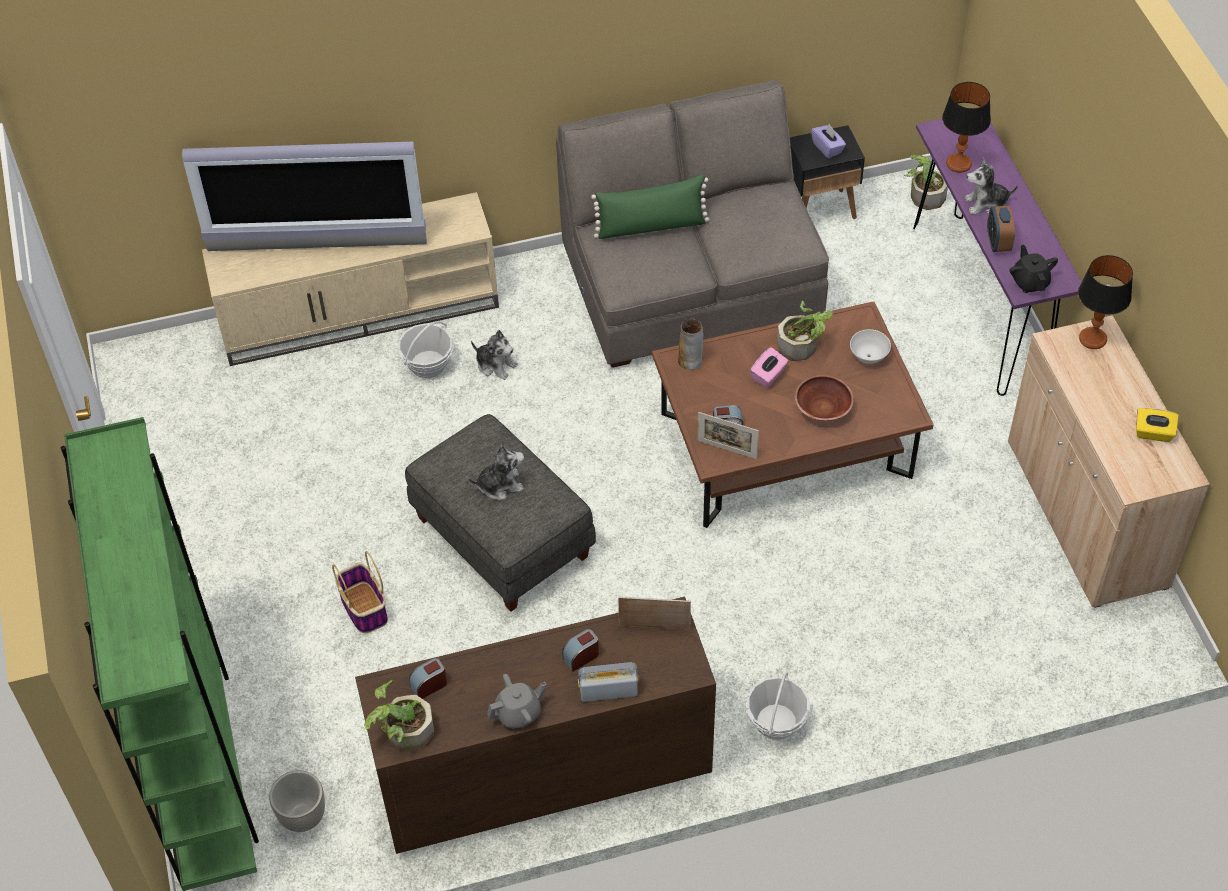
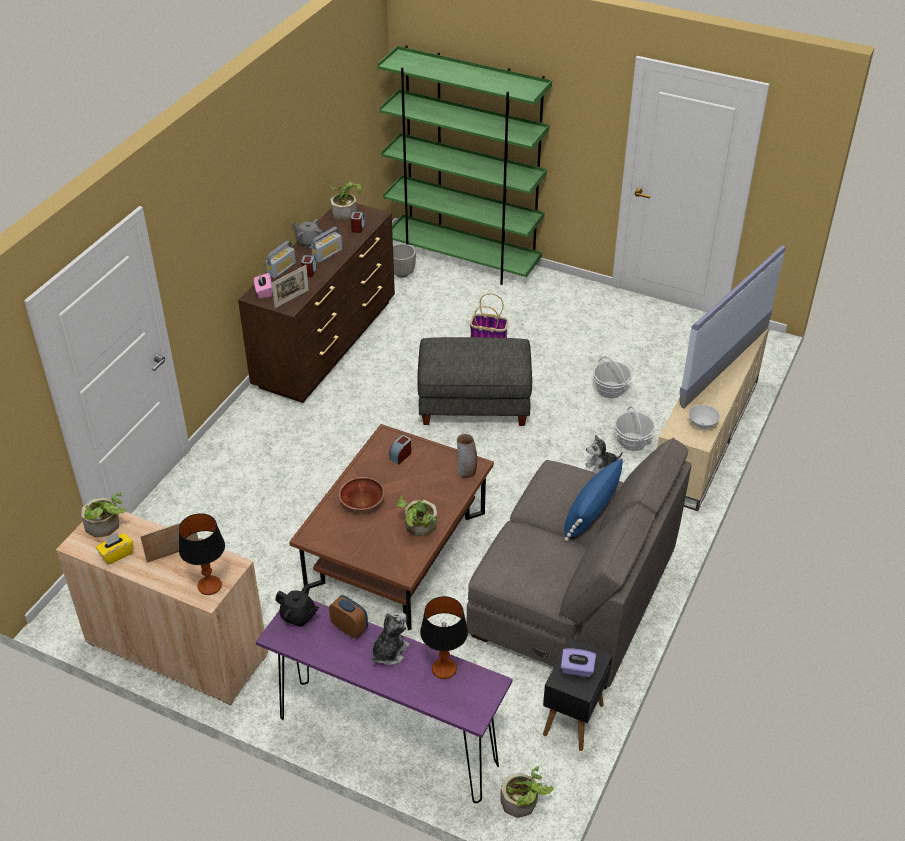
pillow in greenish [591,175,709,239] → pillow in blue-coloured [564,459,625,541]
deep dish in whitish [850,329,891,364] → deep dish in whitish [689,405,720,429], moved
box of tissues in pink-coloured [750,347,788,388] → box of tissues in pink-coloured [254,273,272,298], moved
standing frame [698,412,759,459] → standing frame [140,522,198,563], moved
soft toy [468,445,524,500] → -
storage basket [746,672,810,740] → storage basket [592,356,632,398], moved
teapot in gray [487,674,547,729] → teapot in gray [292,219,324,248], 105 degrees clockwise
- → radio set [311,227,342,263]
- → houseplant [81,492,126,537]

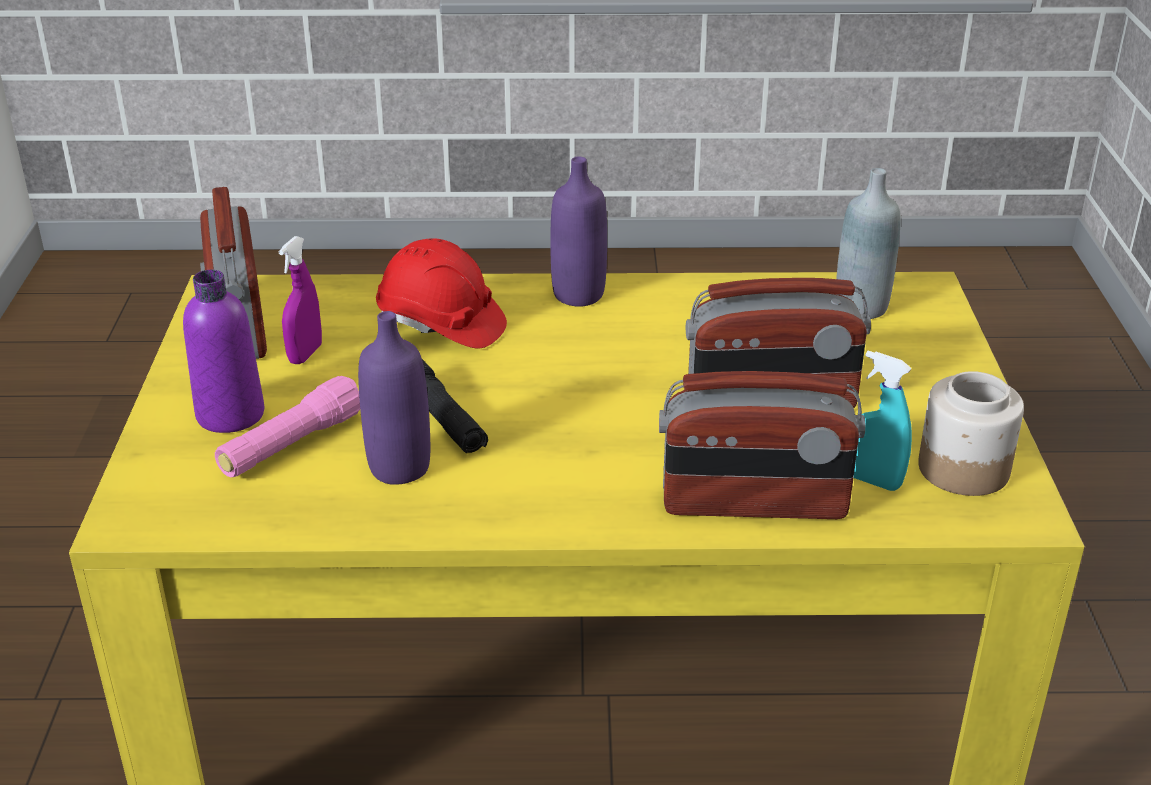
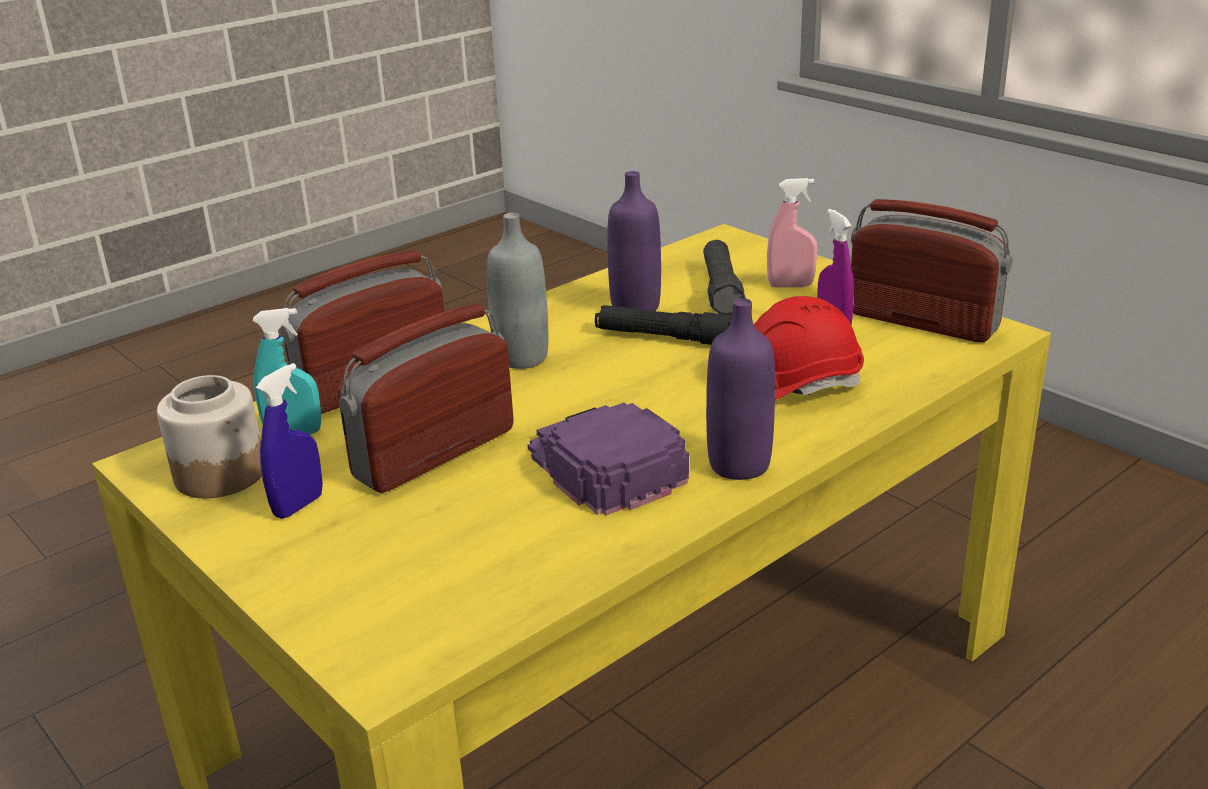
beverage bottle in gray [836,168,901,319] → beverage bottle in gray [487,213,548,369], moved
beverage bottle in purple-coloured [183,270,265,433] → spray bottle in pink-coloured [767,178,818,287]
flashlight in pink-coloured [215,376,360,478] → flashlight in black-coloured [703,240,746,315]
- → spray bottle in blue-coloured [256,363,323,519]
- → baseball cap in purple-coloured [528,403,689,515]

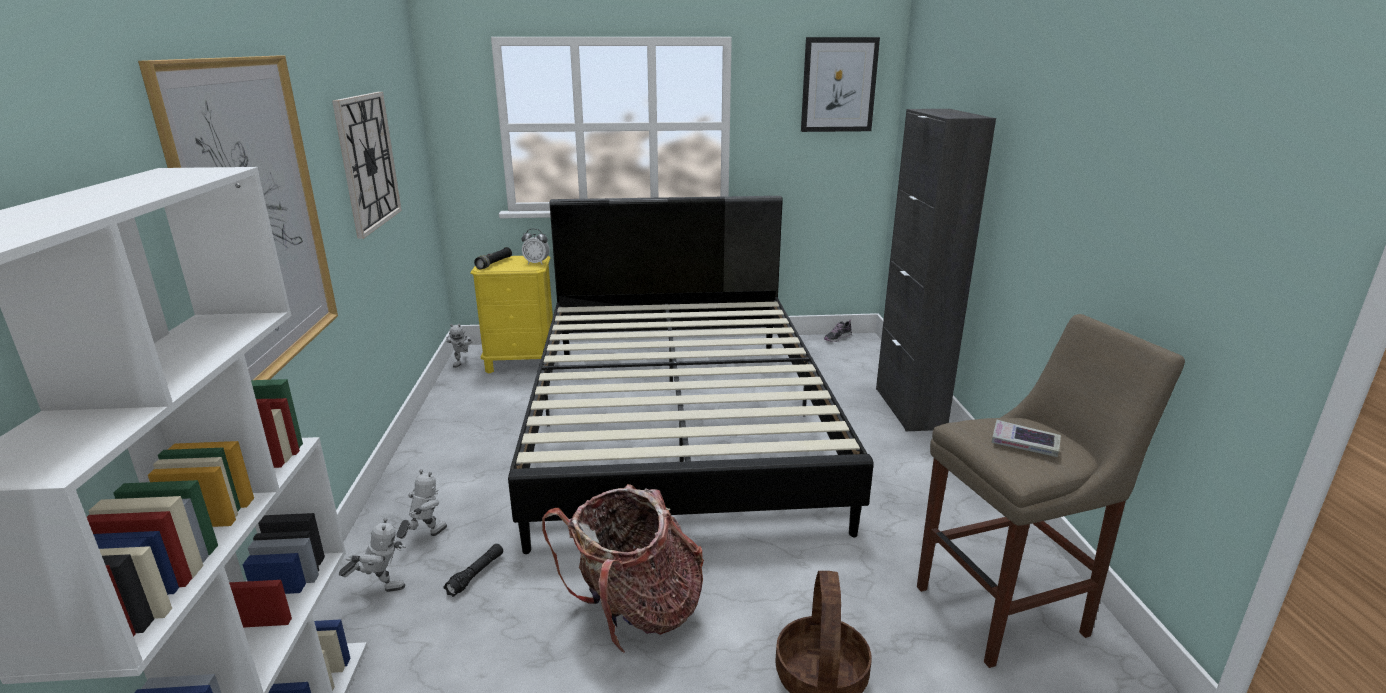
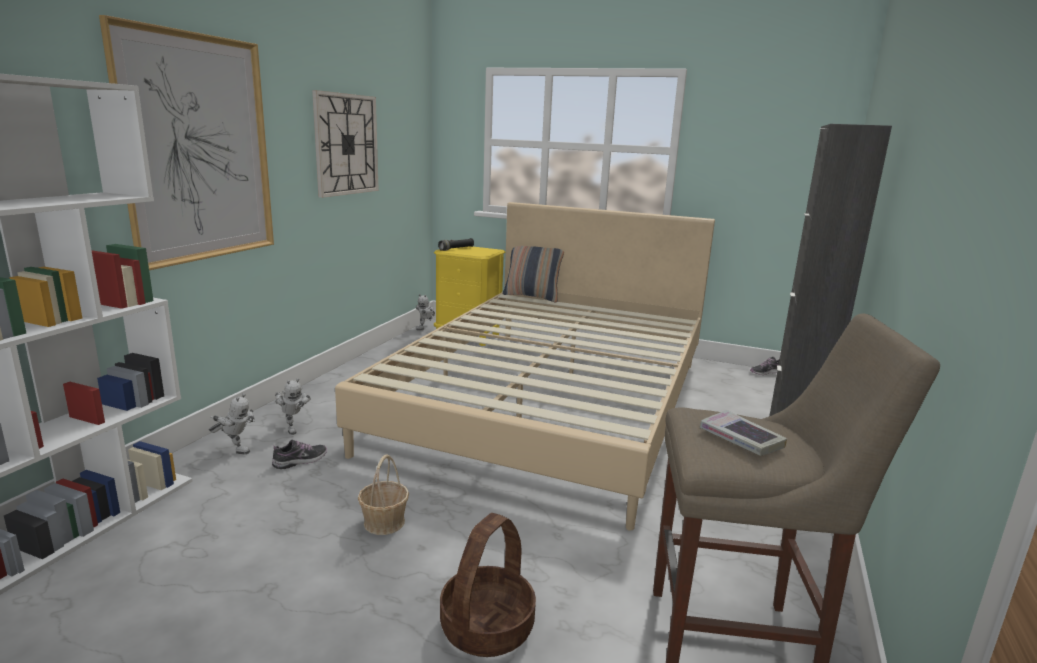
picture [801,37,880,132] → -
sleeping bed in black-coloured [508,196,874,554] → sleeping bed in beige-coloured [335,202,715,531]
table clock [522,229,550,265] → -
robot figure [397,469,447,539] → robot figure [275,378,311,435], 90 degrees clockwise
rucksack [542,484,704,653] → storage basket [358,454,409,535]
flashlight in black-coloured [443,544,503,597] → low shoe [272,440,327,469]
- → pillow [503,246,564,302]

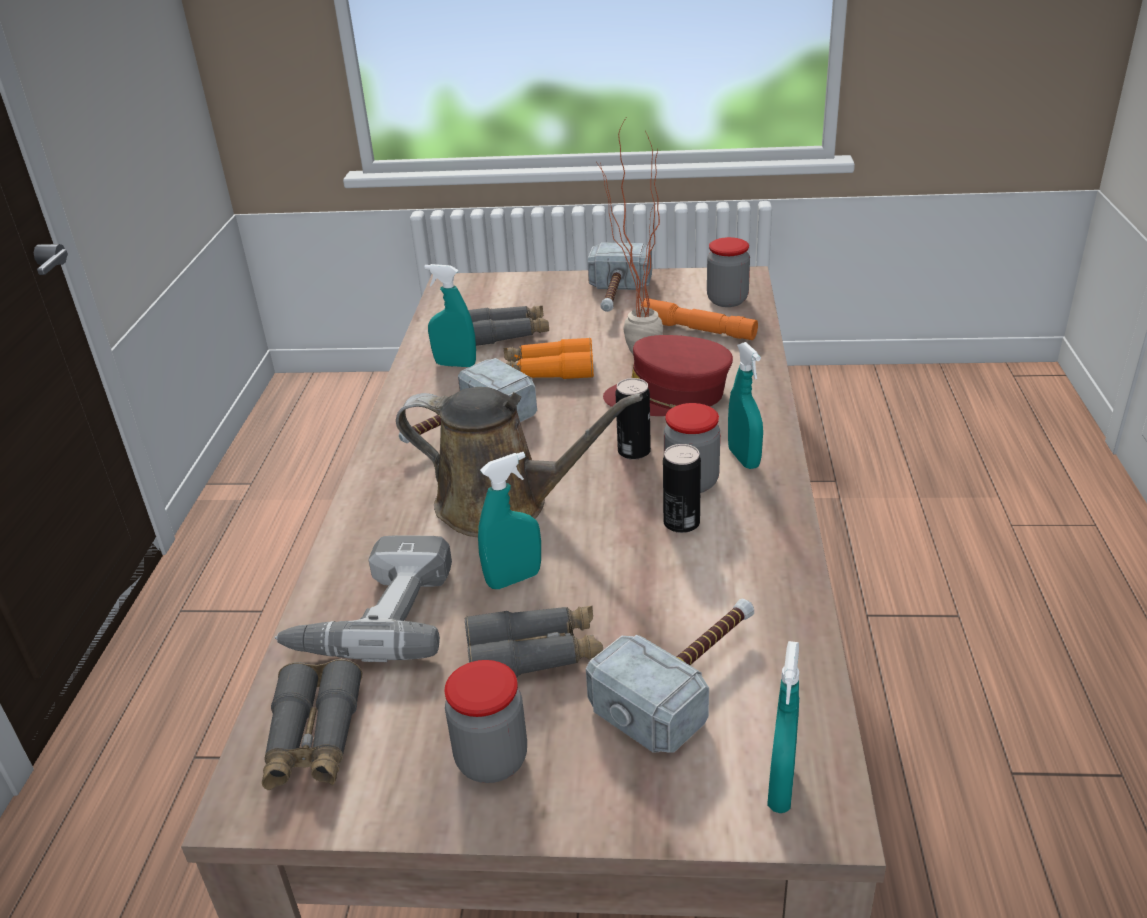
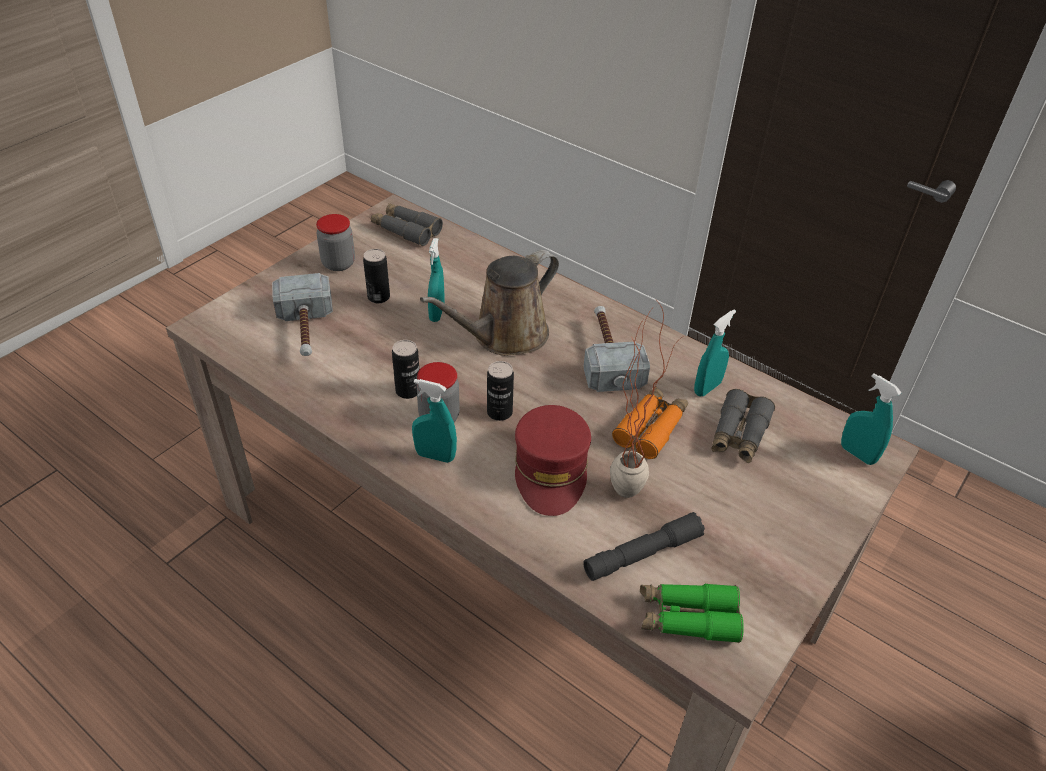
storage jar [707,237,750,307] → pair of binoculars in greenish [640,583,744,643]
hand hammer [588,242,652,312] → -
flashlight in orange [641,298,758,340] → flashlight in gray [583,512,705,581]
baseball cap in reddish [603,335,733,416] → baseball cap in reddish [515,405,591,516], 150 degrees clockwise
electric drill [275,535,452,662] → -
pair of binoculars in gray [465,606,603,677] → sealed can [363,249,390,303]
spray bottle in turquoise [767,641,799,813] → spray bottle in turquoise [841,373,901,465], moved

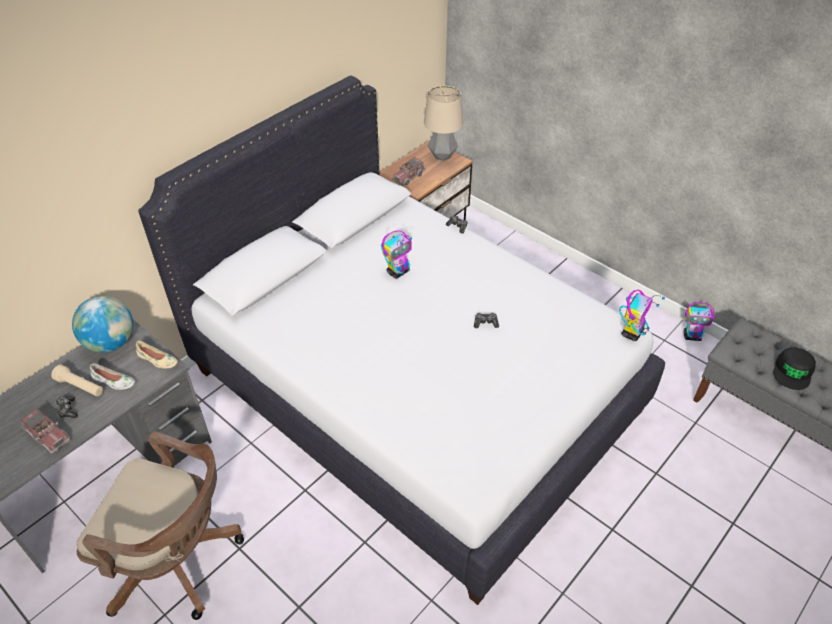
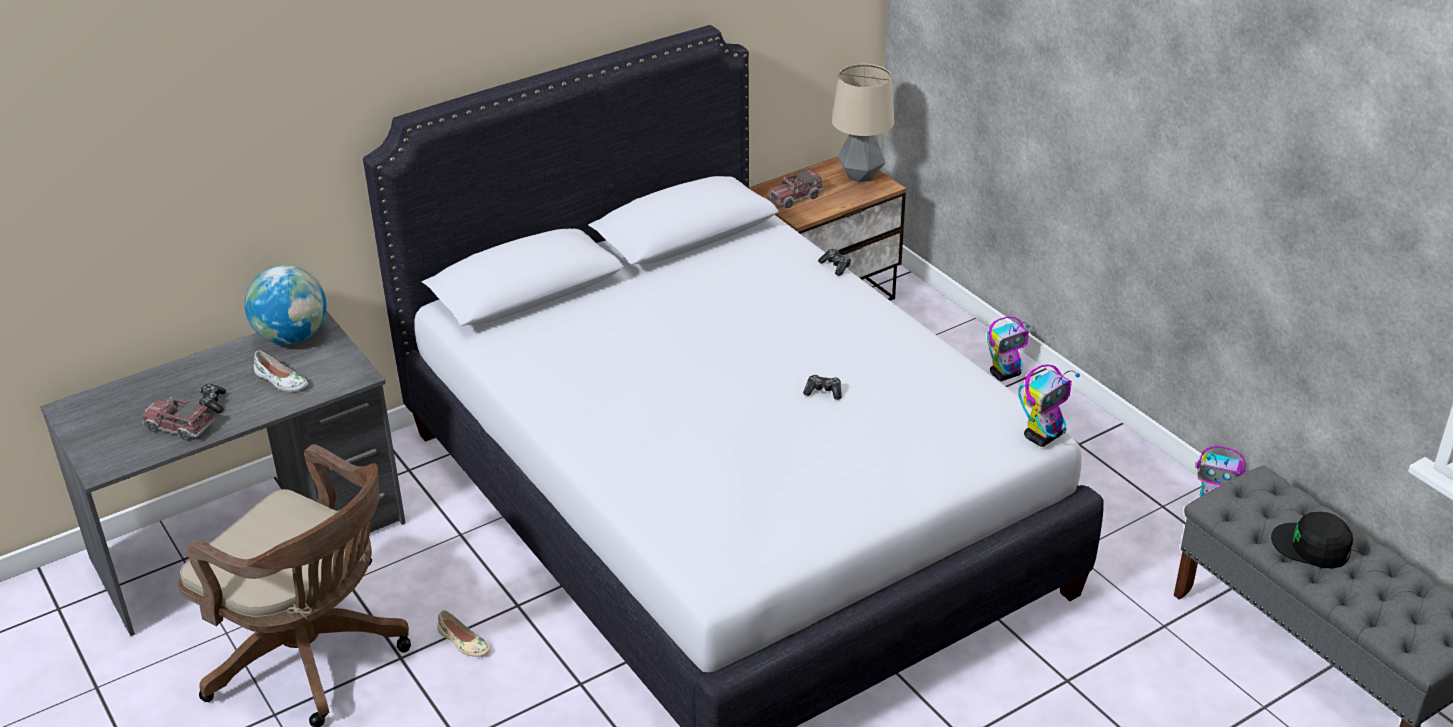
robot figure [381,230,412,279] → robot figure [987,317,1030,381], moved
low shoe in beige-coloured [136,341,178,368] → low shoe in beige-coloured [437,610,491,657], moved
baseball cap in black-coloured [773,347,816,390] → baseball cap in black-coloured [1271,512,1353,568], 75 degrees clockwise
flashlight in beige-coloured [51,364,103,396] → -
model truck [21,409,71,453] → model truck [142,397,215,441], 150 degrees clockwise

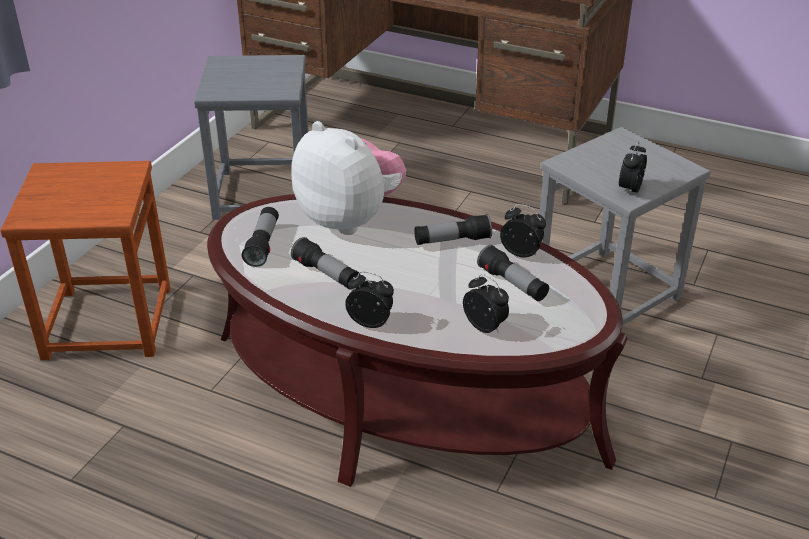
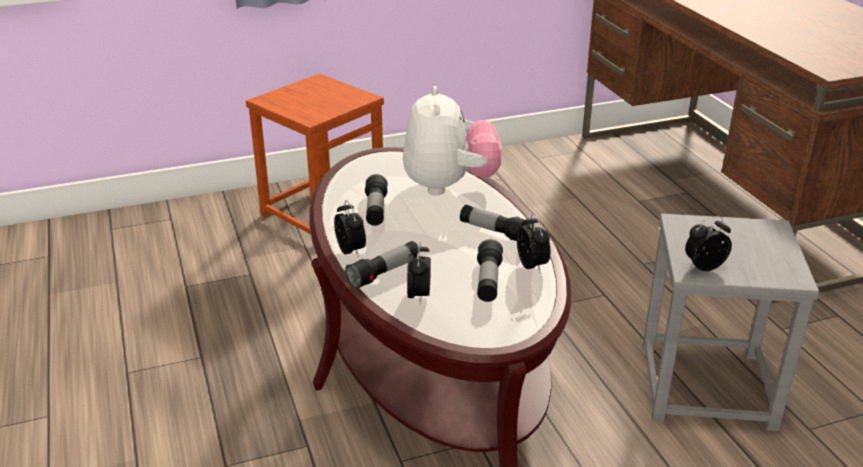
sitting stool in gray [194,55,309,220] → -
flashlight [242,207,279,267] → flashlight [345,241,419,289], moved

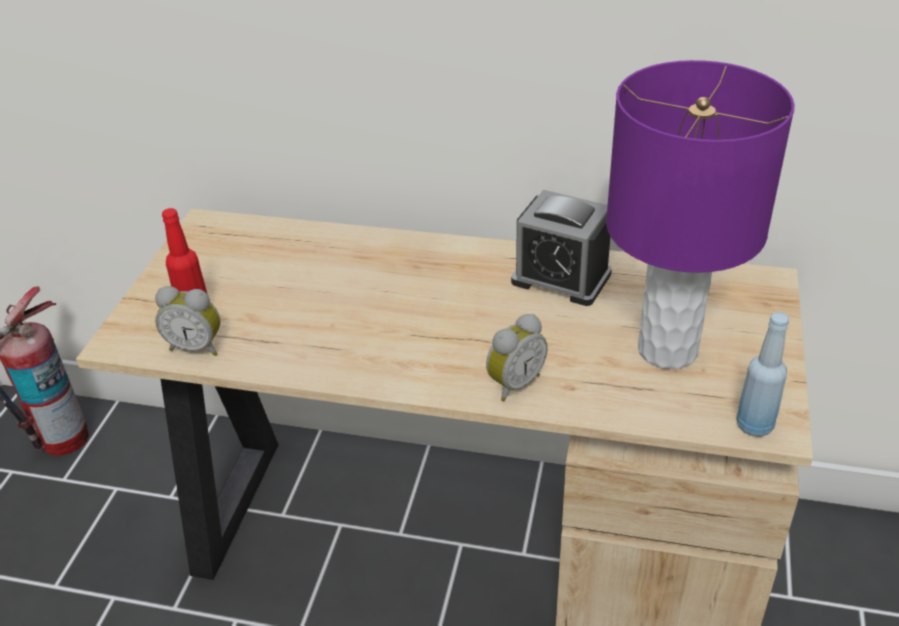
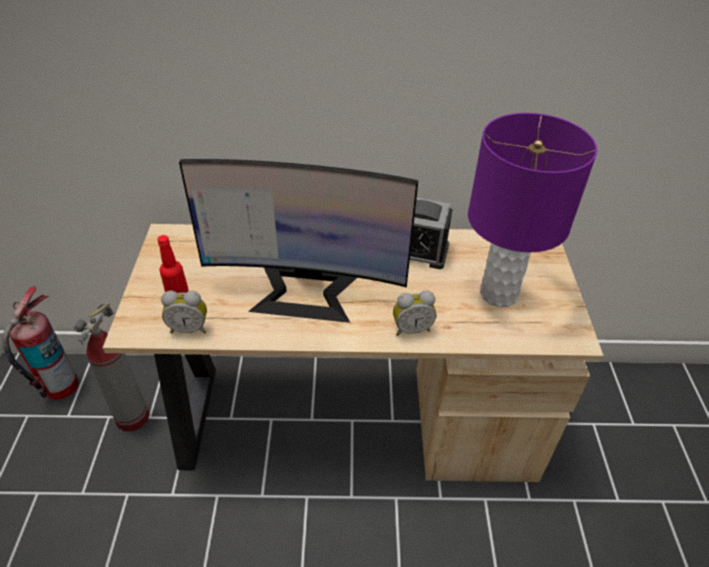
beverage bottle in blue-coloured [736,312,789,437] → -
table clock [486,314,548,401] → table clock [393,290,436,336], 45 degrees clockwise
- → computer display [179,159,418,323]
- → fire-fighting cylinder [74,303,150,431]

